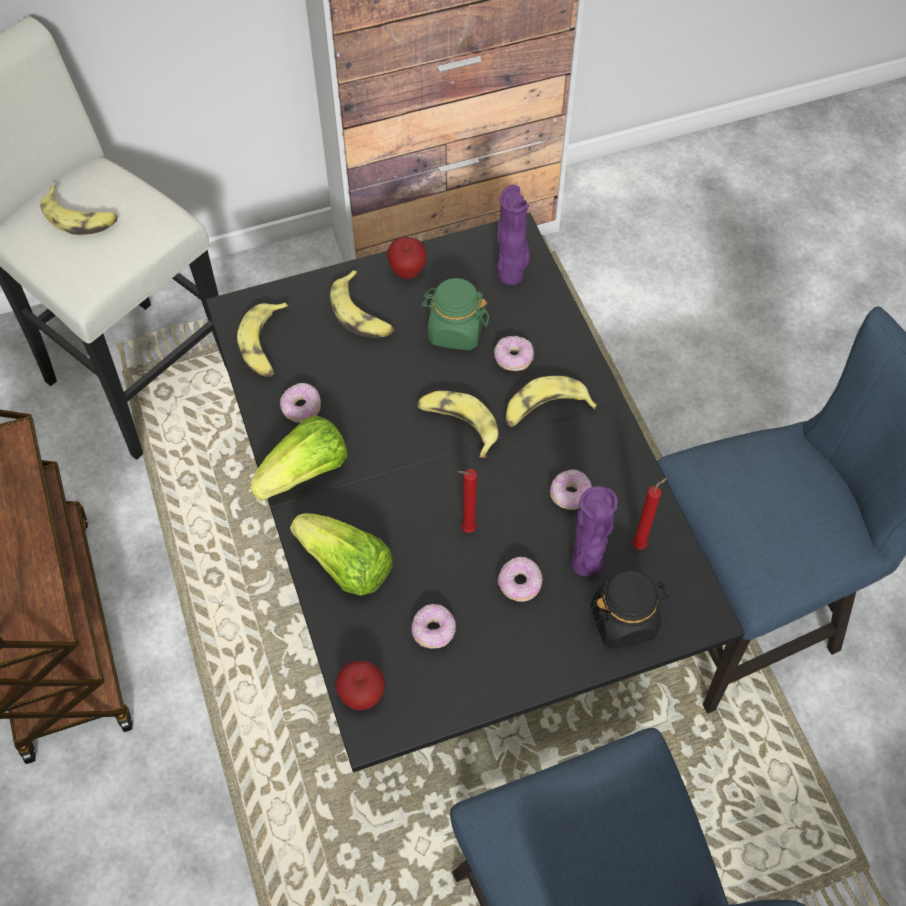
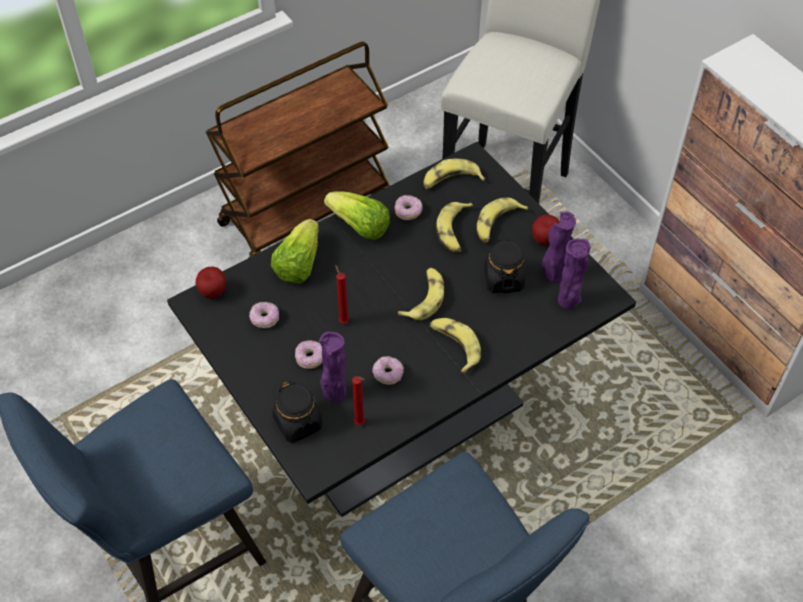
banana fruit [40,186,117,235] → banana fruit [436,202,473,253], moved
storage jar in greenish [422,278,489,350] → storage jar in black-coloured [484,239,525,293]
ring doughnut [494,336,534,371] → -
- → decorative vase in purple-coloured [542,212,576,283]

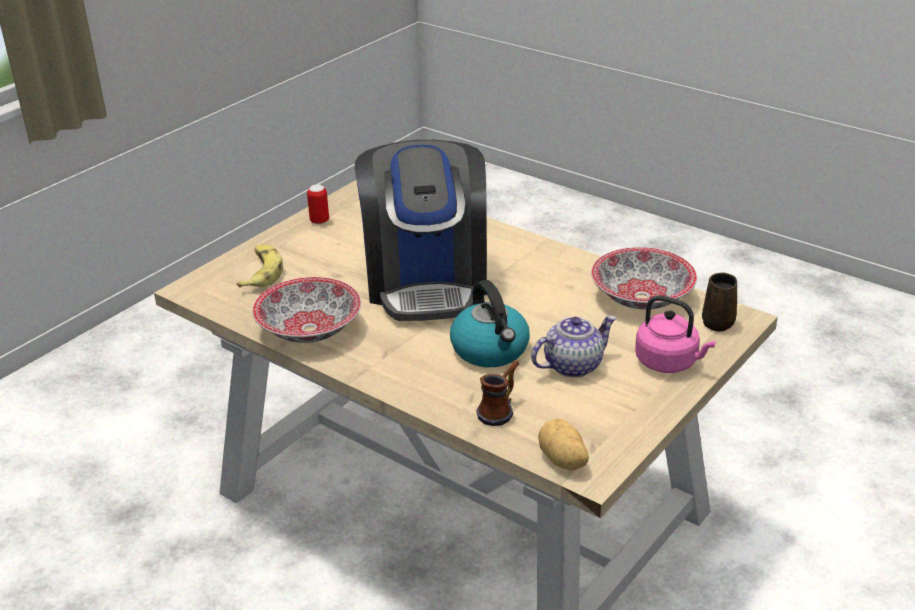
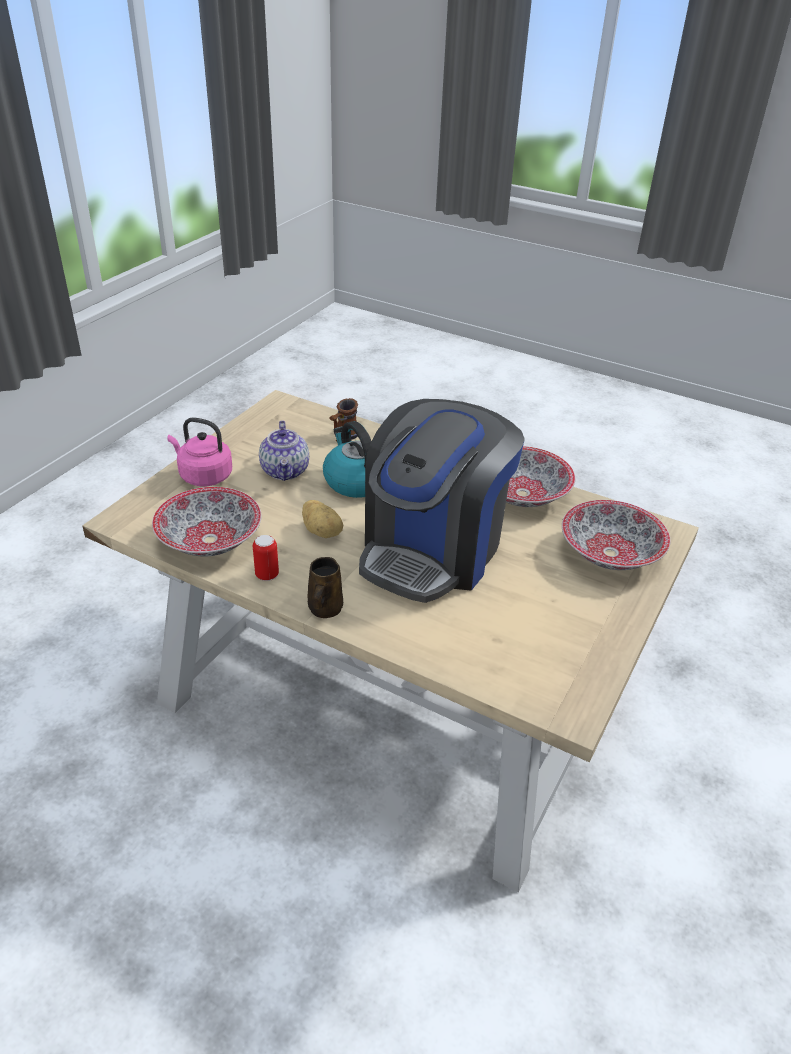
coffee maker [355,140,487,321] → coffee maker [359,399,525,603], 135 degrees counterclockwise
sealed can [307,185,329,224] → sealed can [253,535,279,581], moved
banana fruit [237,244,283,287] → deep dish [562,500,671,570]
mug in brownish [702,272,737,332] → mug in brownish [308,557,343,618], moved
teapot [531,315,616,378] → teapot [259,421,309,481], 60 degrees counterclockwise
whole potato [538,419,589,470] → whole potato [302,500,343,538], moved

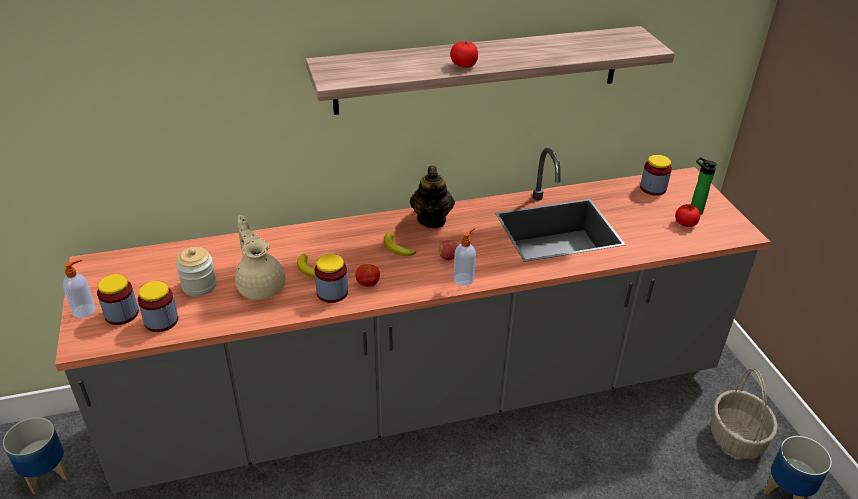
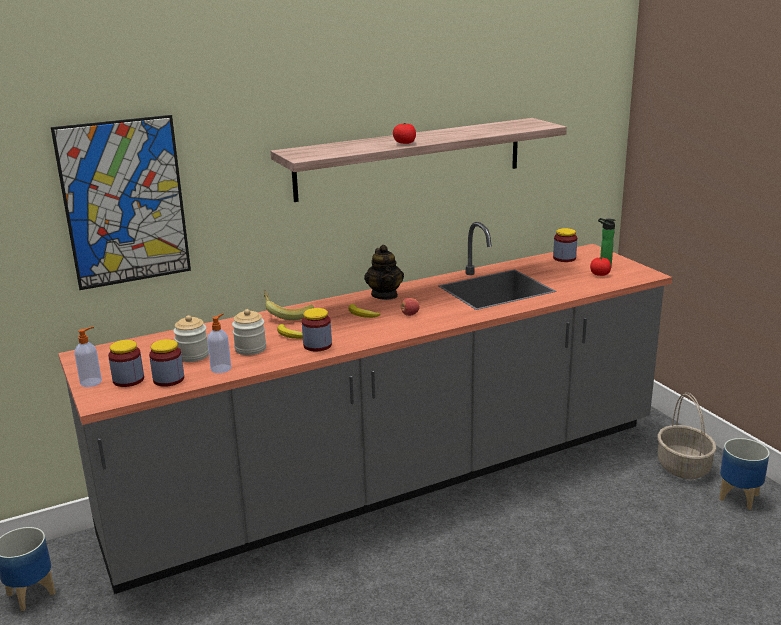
teapot in beige-coloured [235,215,285,300] → storage jar [232,309,266,355]
soap dispenser [453,228,476,286] → soap dispenser [207,314,231,373], moved
whole tomato [355,264,380,287] → -
- → picture [51,115,191,290]
- → banana fruit [264,290,314,320]

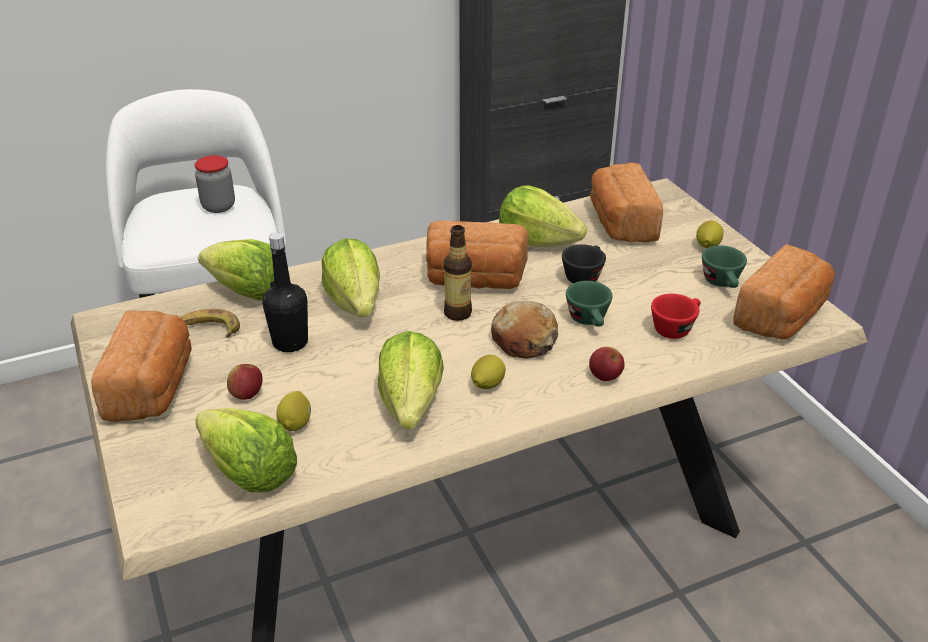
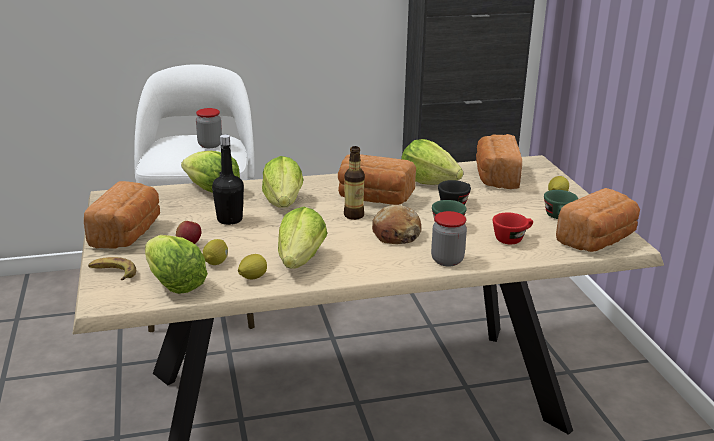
banana fruit [181,309,240,338] → banana fruit [88,257,136,280], moved
whole apple [589,347,625,381] → storage jar [431,211,467,267]
citrus fruit [471,355,505,389] → citrus fruit [238,254,267,279], moved

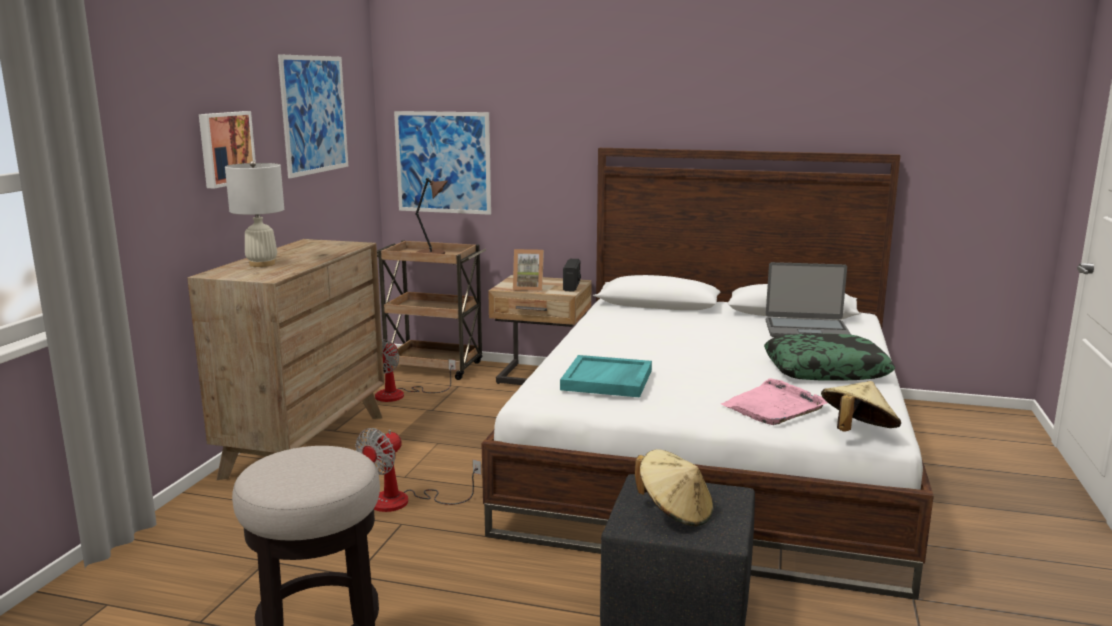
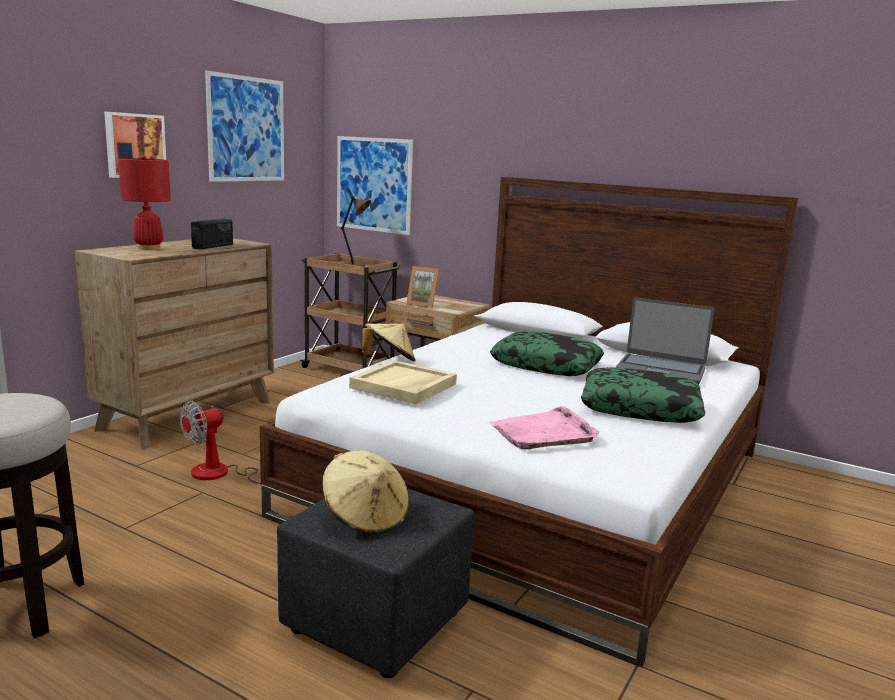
table lamp in whitish [225,161,284,267] → table lamp in reddish [118,155,171,250]
radio set [563,259,581,292] → radio set [191,219,233,250], moved
electric fan [375,338,456,402] → -
carrying tray in turquoise [560,355,652,397] → carrying tray in beige-coloured [349,360,457,405]
hat in beige-coloured [821,381,901,432] → hat in beige-coloured [361,324,415,361], moved
- → pillow [490,331,604,376]

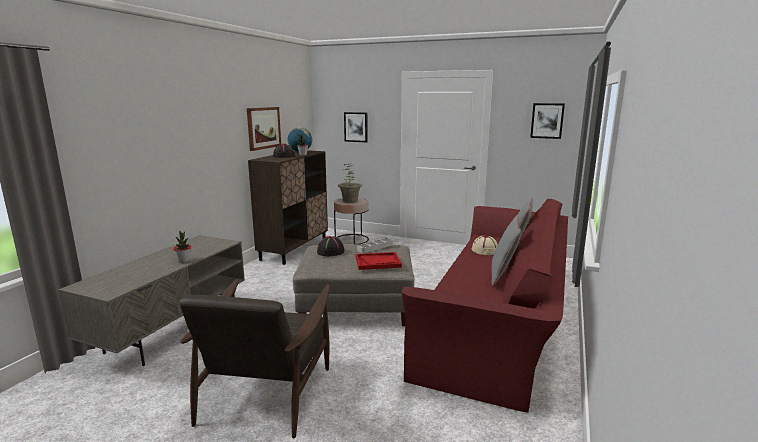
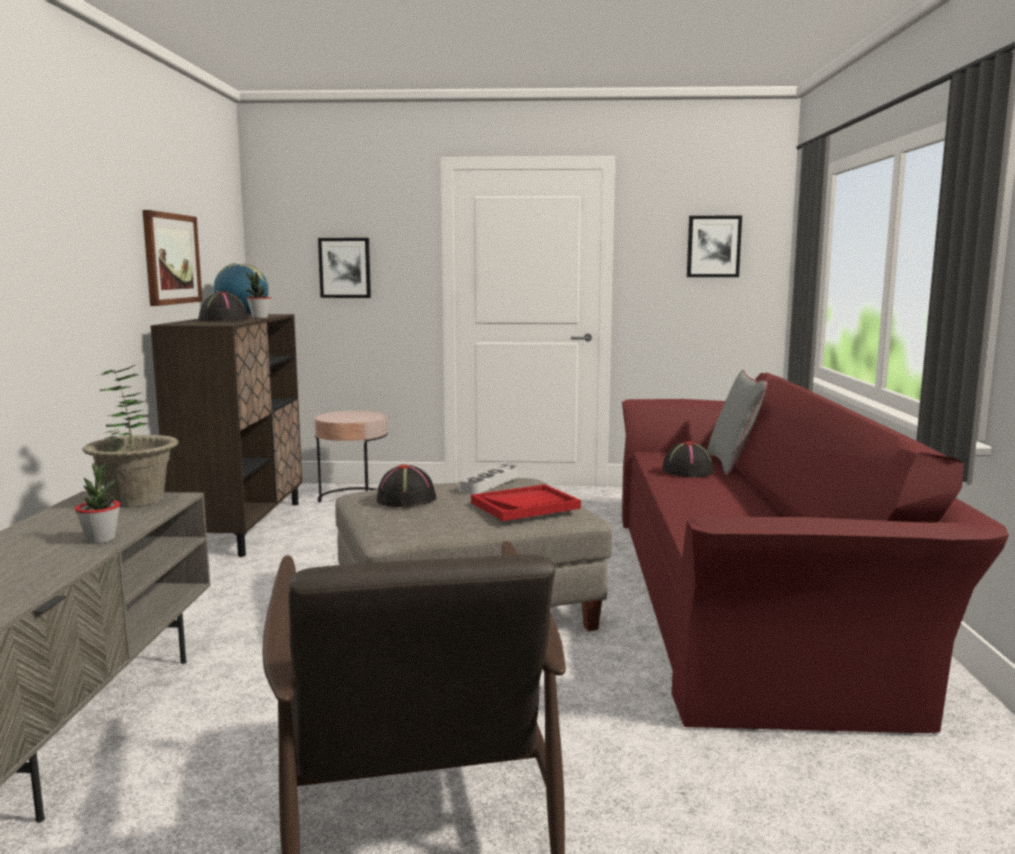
houseplant [338,164,362,203] → houseplant [83,365,179,508], moved
pillow in gray [491,215,521,286] → -
hat in beige-coloured [472,235,498,255] → hat in black-coloured [662,441,714,477]

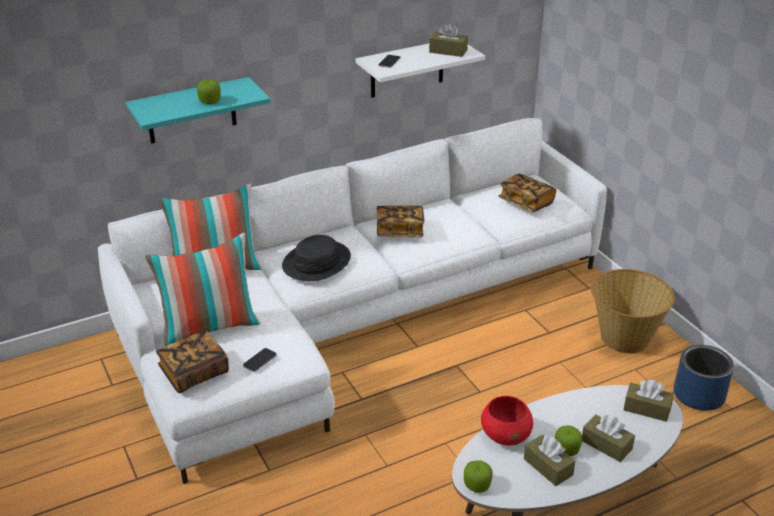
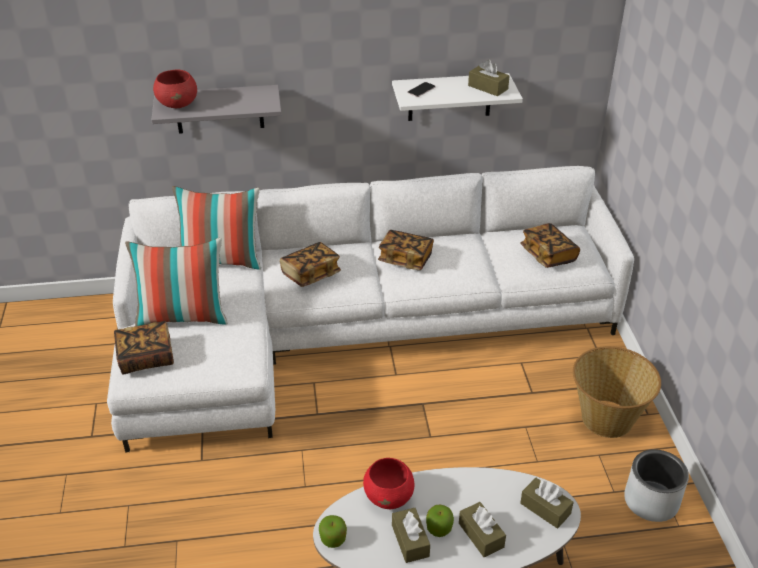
wall shelf in turquoise [125,77,271,144] → wall shelf in gray [151,85,281,134]
whole apple [197,80,221,104] → -
hat in black-coloured [282,235,351,281] → book [280,242,341,287]
flower pot in blue-coloured [674,345,734,411] → flower pot in gray [624,449,689,522]
telephone [243,348,276,372] → -
- → deep dish in reddish [153,70,197,108]

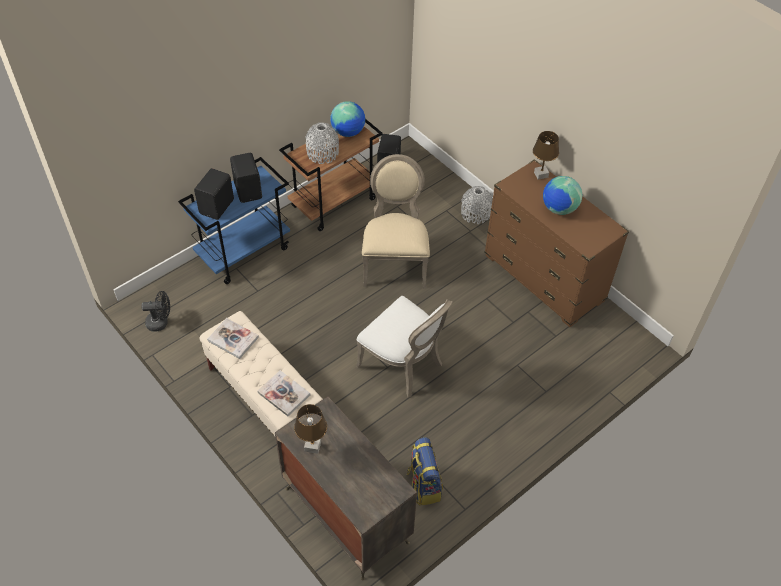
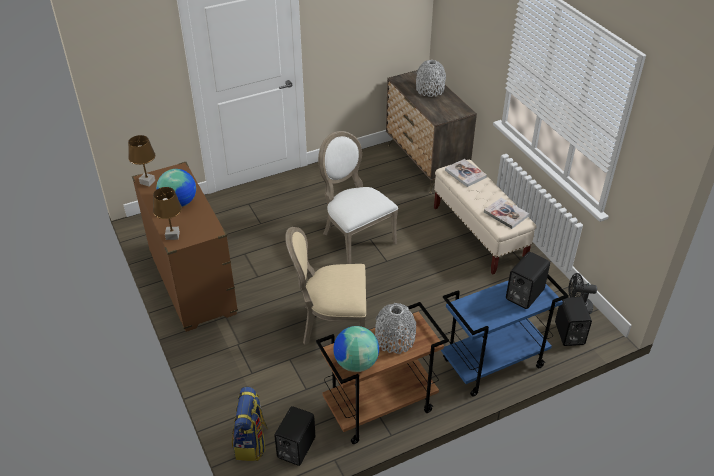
audio speaker in black-coloured [230,153,262,203] → audio speaker in black-coloured [555,297,592,346], moved
upright chair in beige-coloured [362,154,430,288] → upright chair in beige-coloured [285,227,366,345], 75 degrees clockwise
decorative vase in gray [461,186,493,224] → decorative vase in gray [416,60,446,97], moved
table lamp in brownish [294,404,327,454] → table lamp in brownish [128,135,155,187], moved
rucksack [406,437,443,506] → rucksack [232,387,268,461], moved

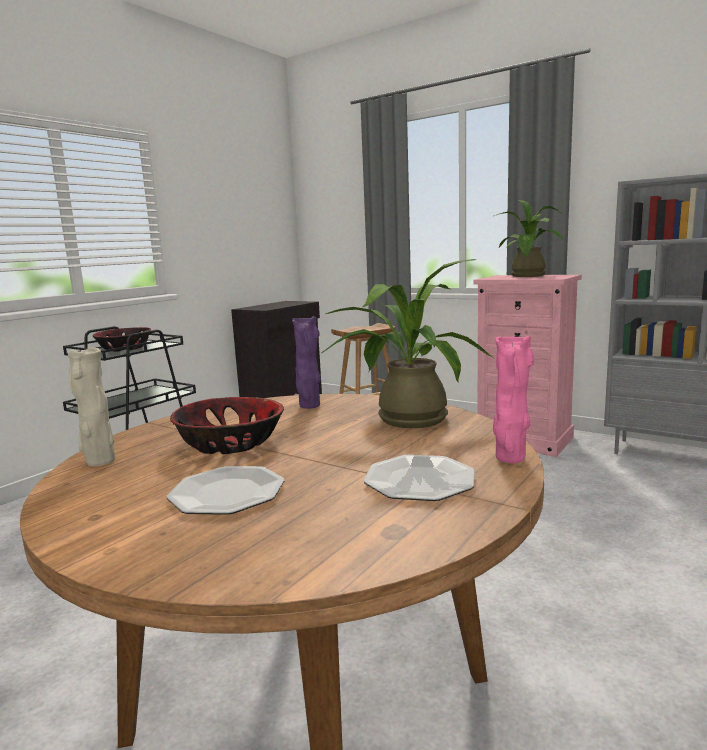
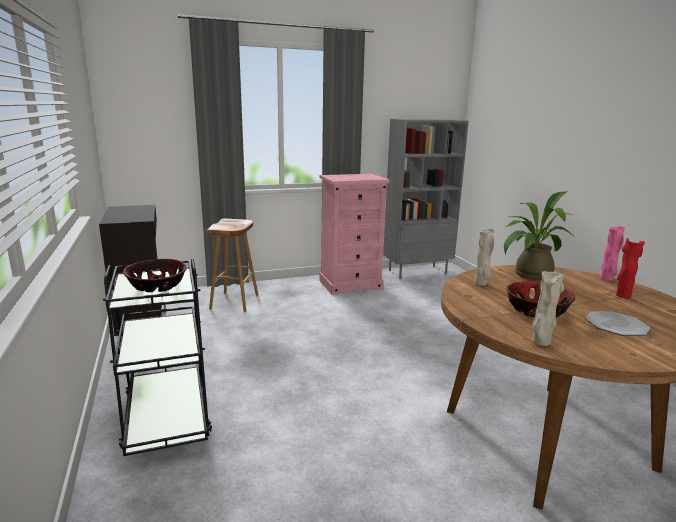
houseplant [494,200,563,277] → -
decorative vase in purple-coloured [292,316,321,409] → decorative vase in beige-coloured [474,228,495,286]
dinner plate [363,455,475,501] → decorative vase in reddish [616,238,645,298]

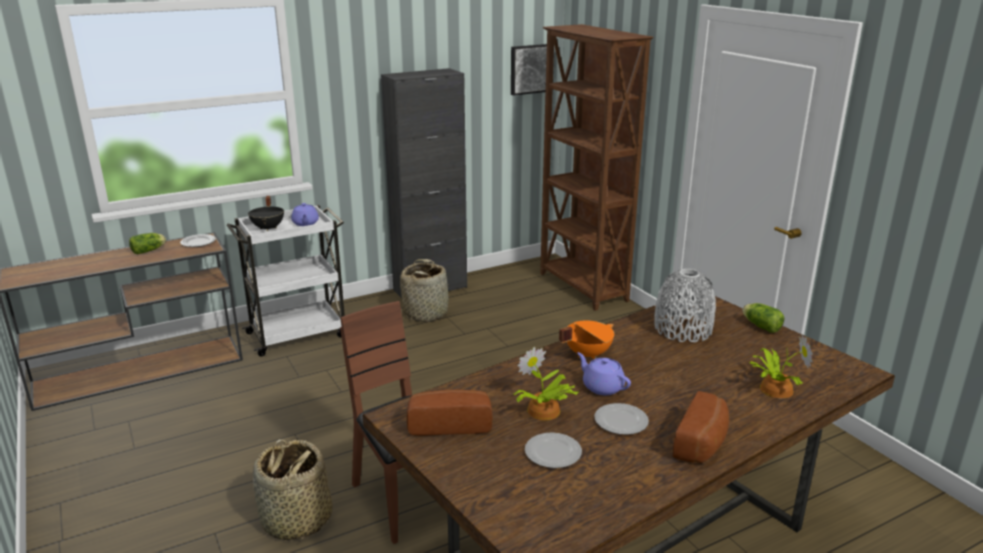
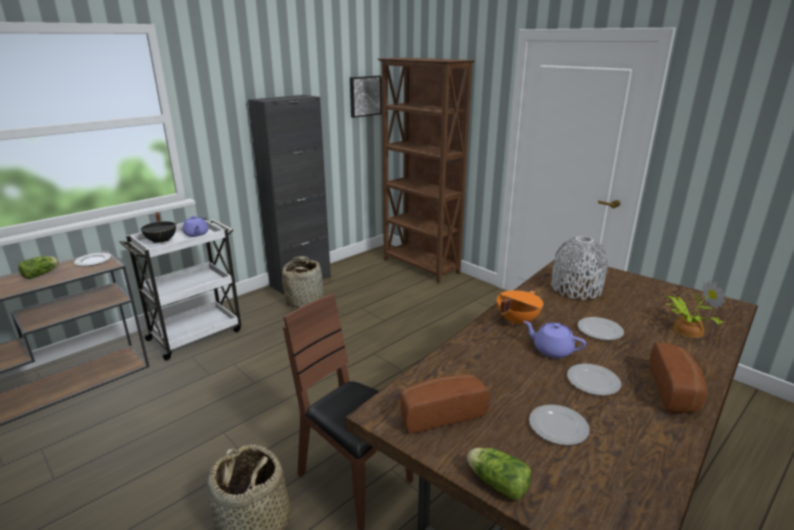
lettuce head [742,303,784,333] → lettuce head [467,448,532,500], moved
houseplant [514,347,579,420] → -
- → dinner plate [578,317,624,340]

